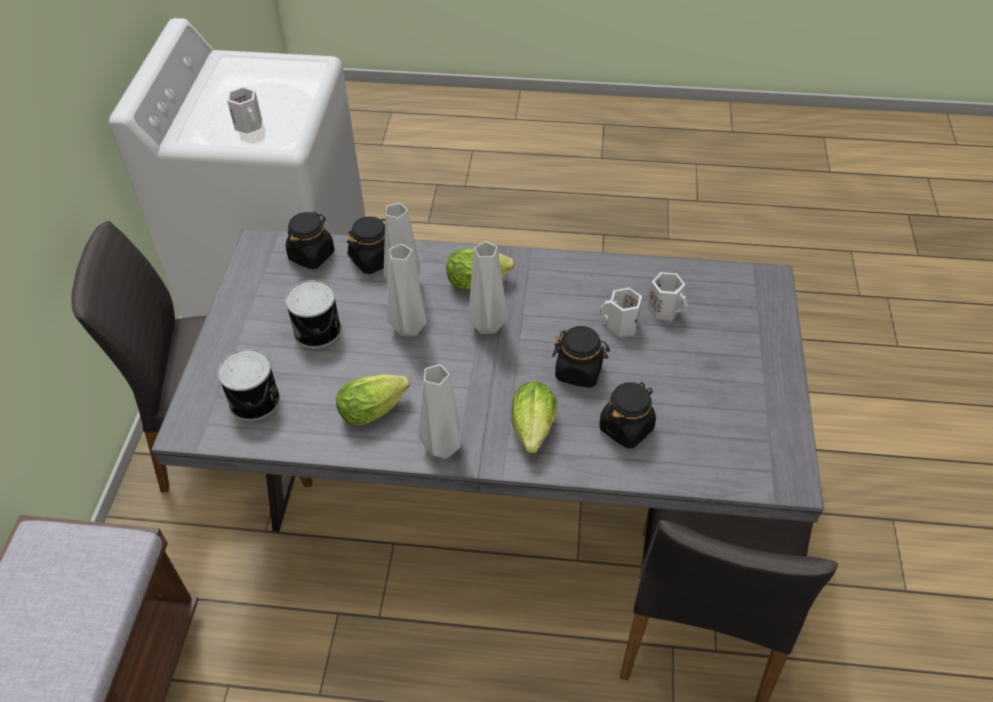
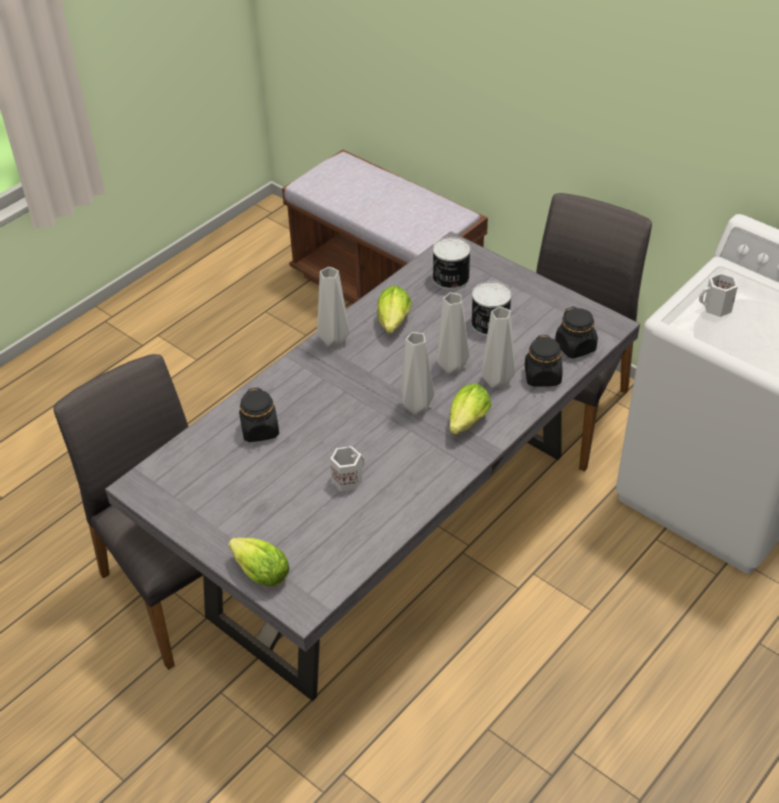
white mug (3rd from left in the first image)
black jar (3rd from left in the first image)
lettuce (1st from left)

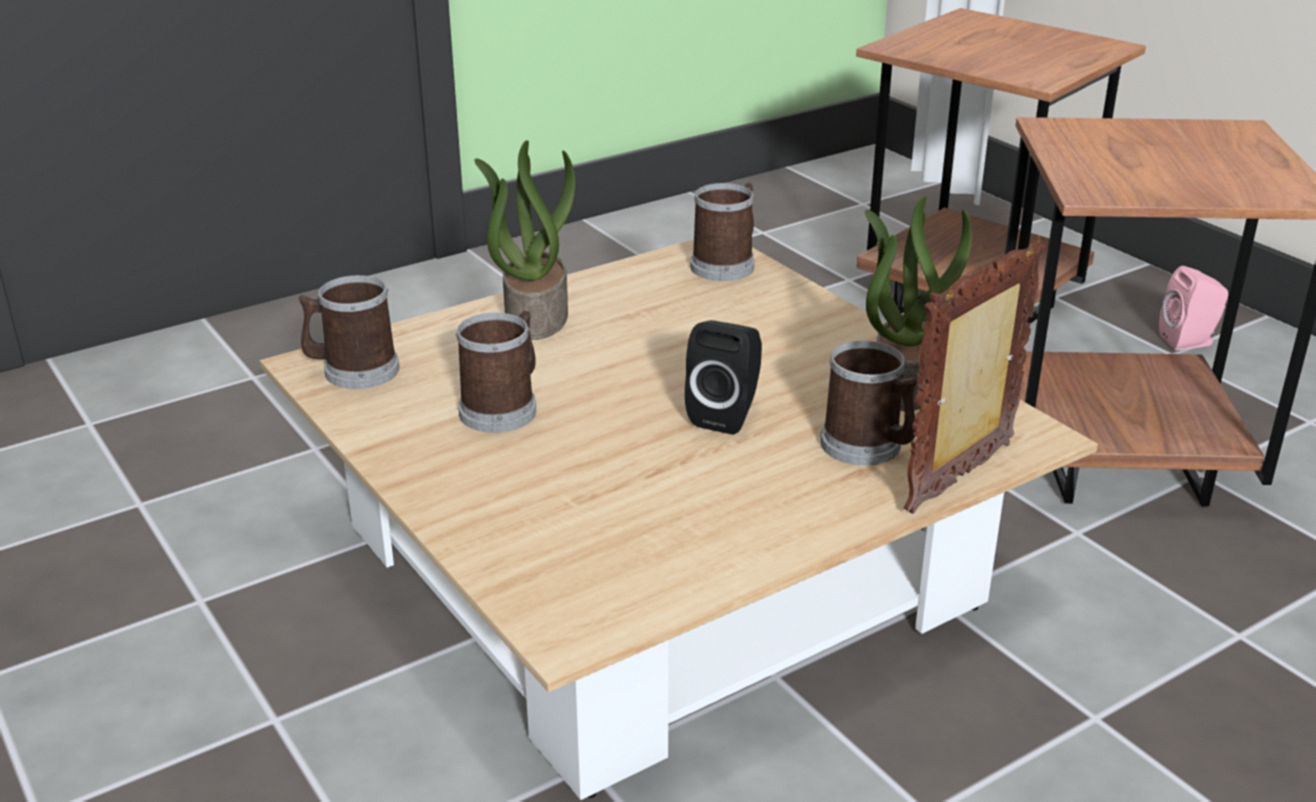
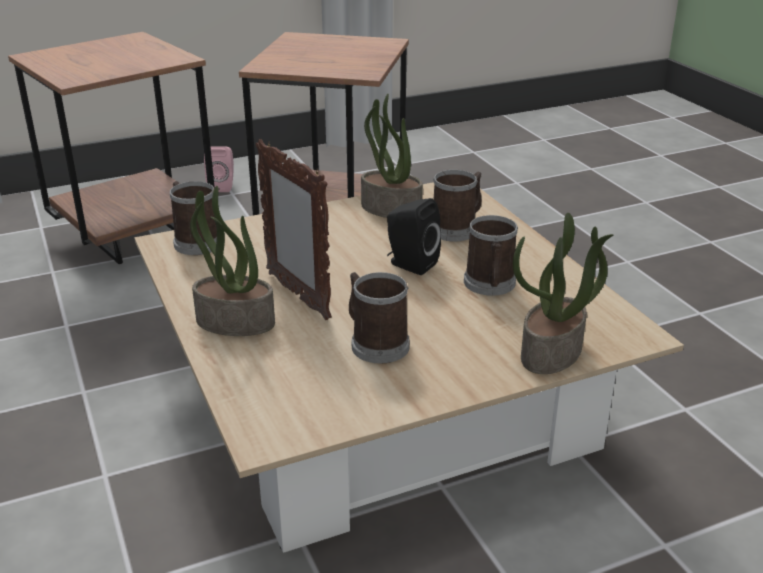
picture frame
mug (4th from left)
potted plant (3rd from left)

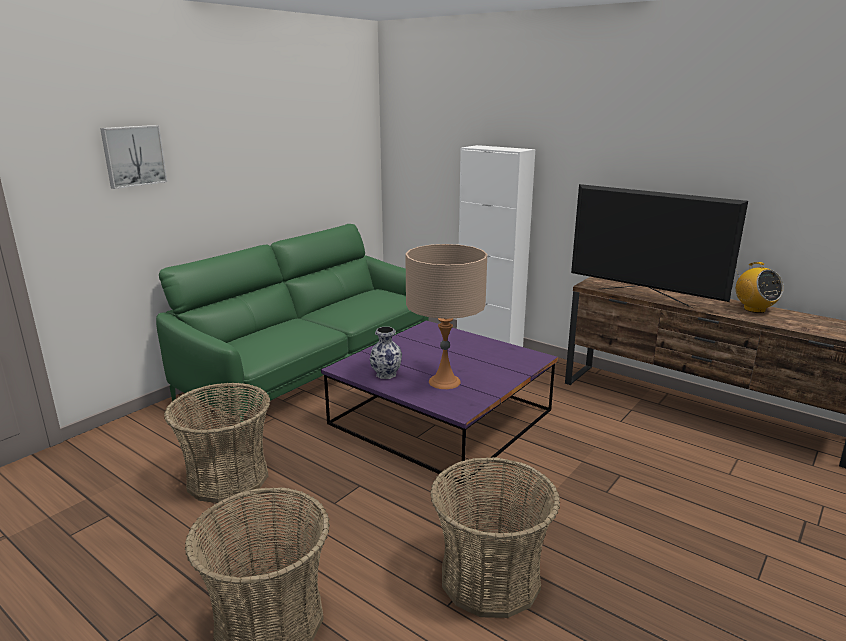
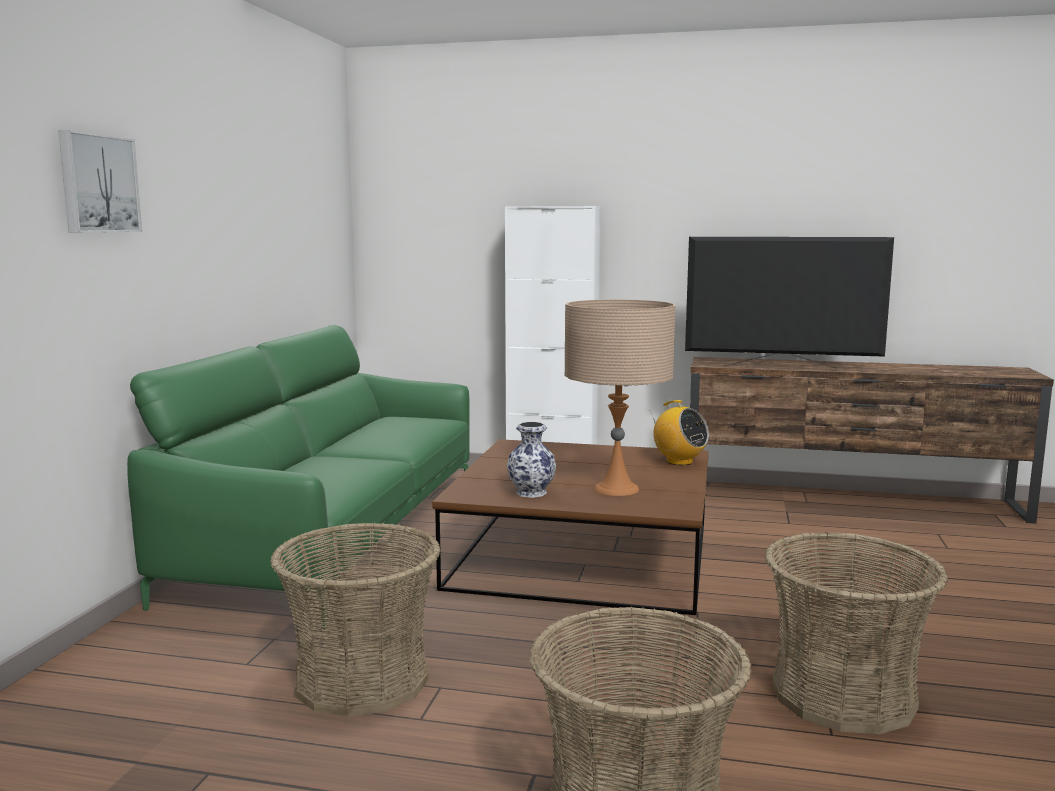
radio
brown coffee table

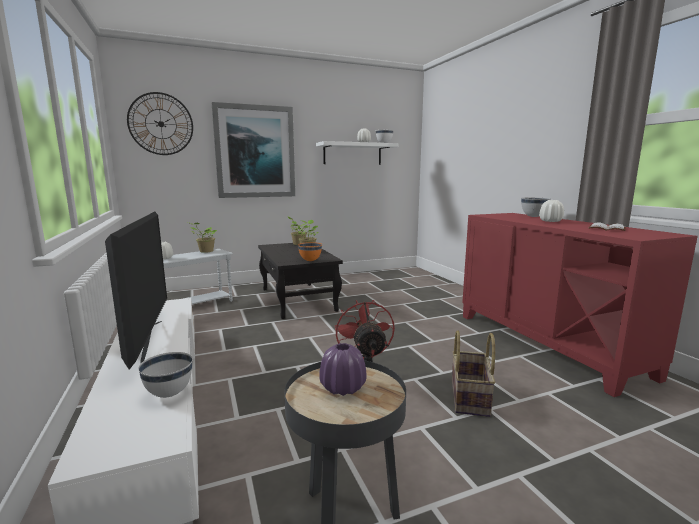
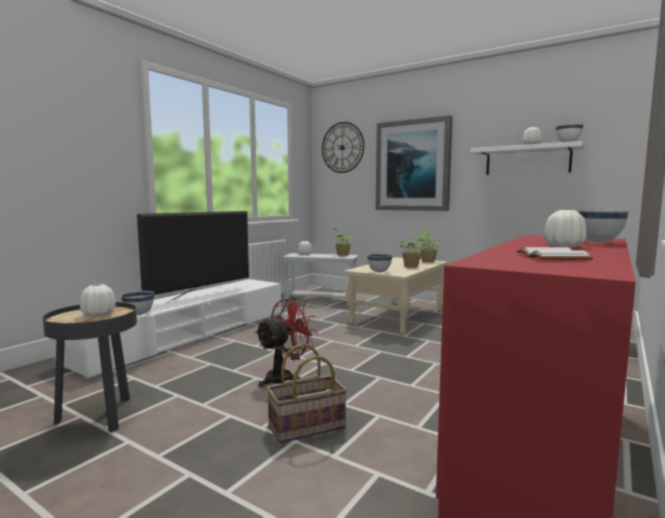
white bowl (2nd from left)
beige coffee table
white vase (1st from left)

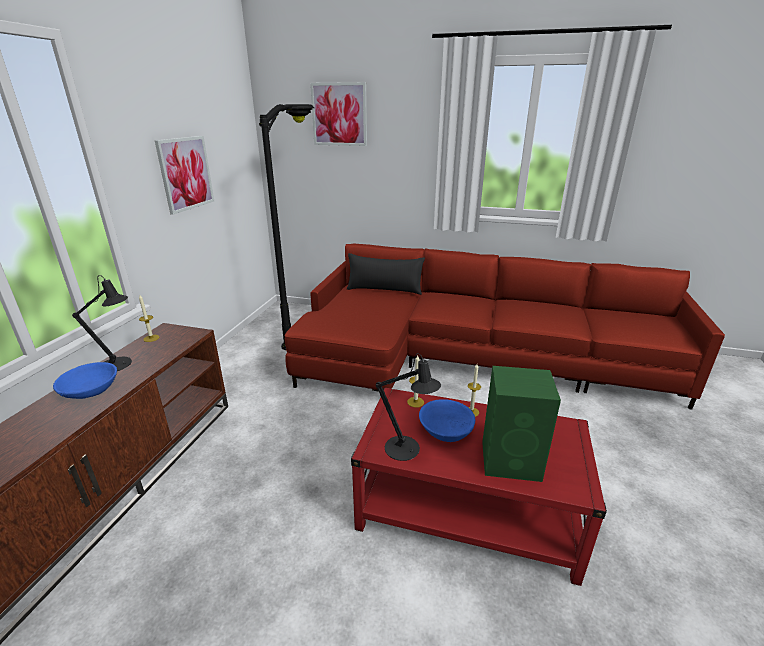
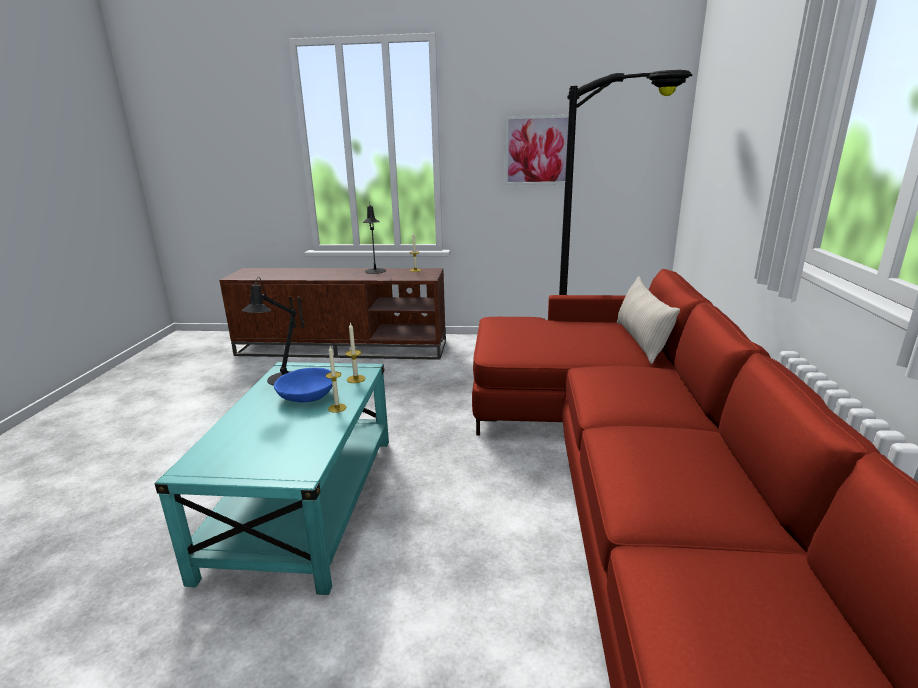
picture (2nd from left in the first image)
beige pillow
blue bowl (1st from left in the first image)
green speaker
turquoise coffee table

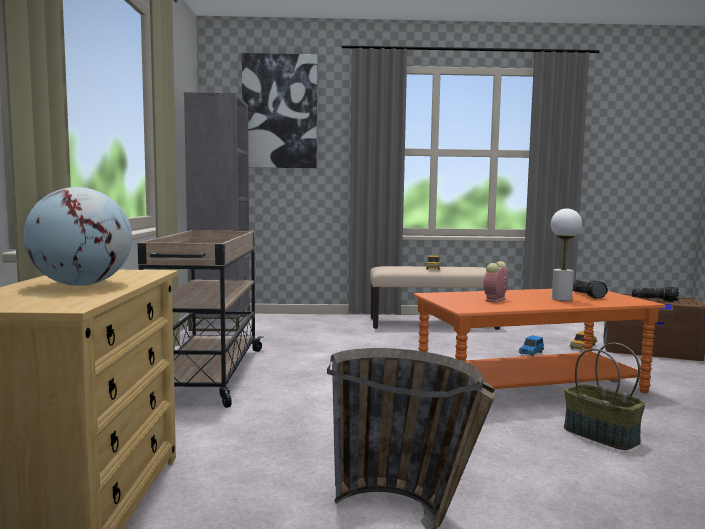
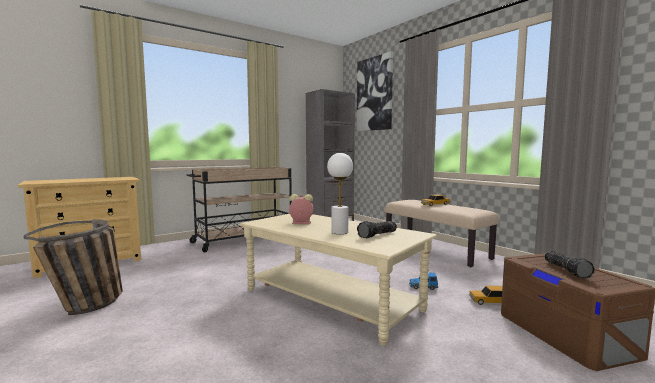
globe
beige coffee table
basket (2nd from left in the first image)

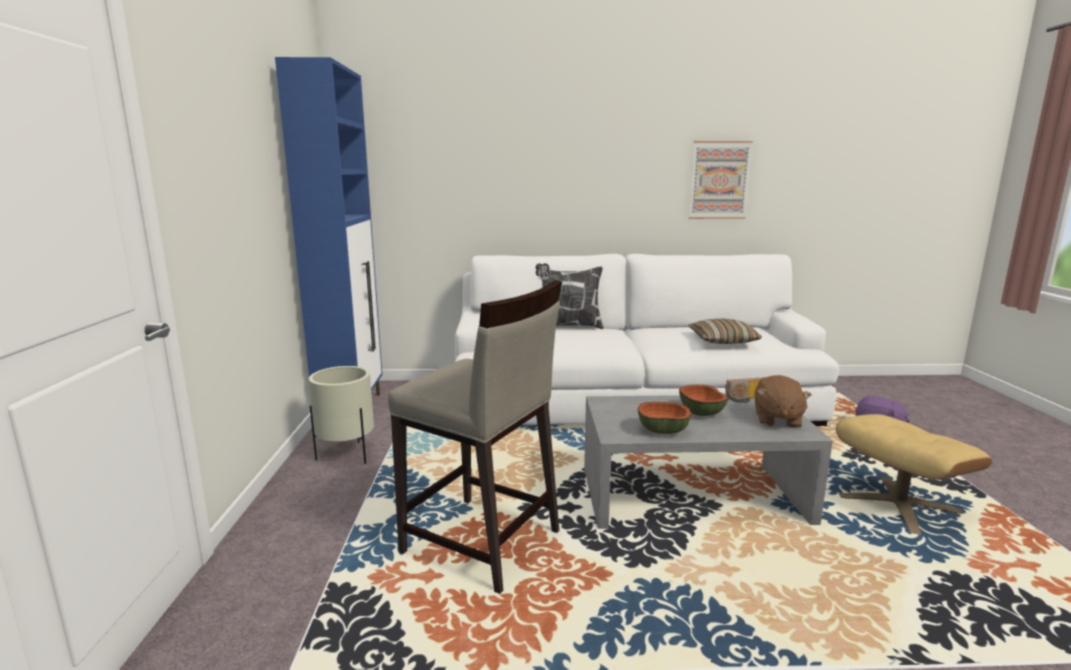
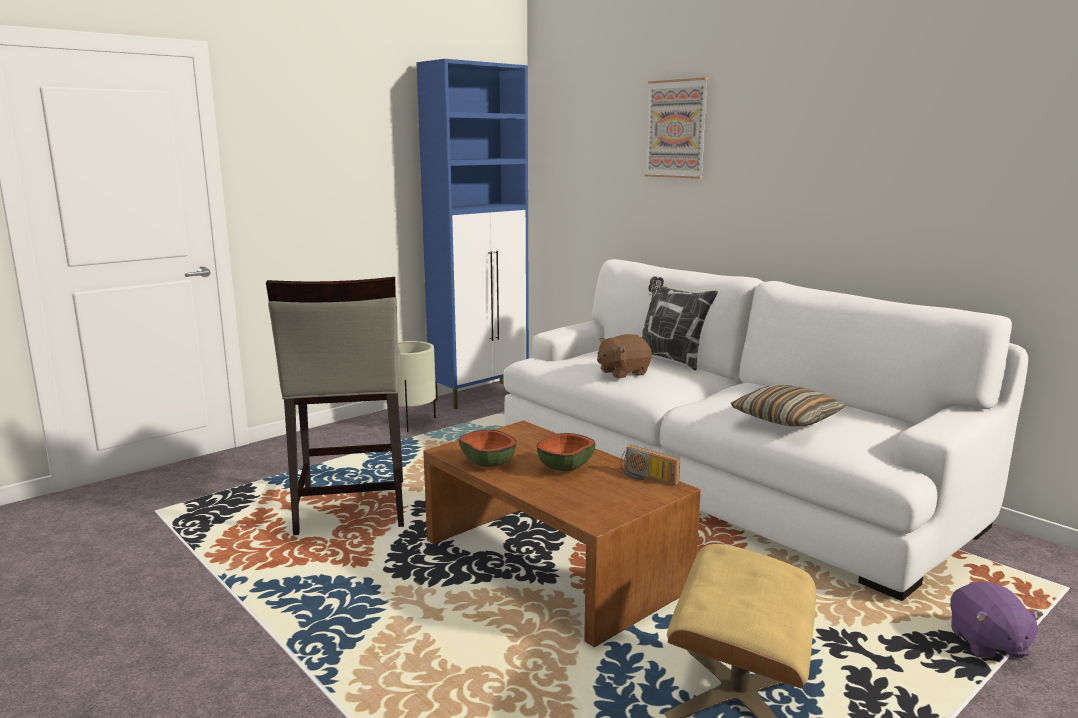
picture
brown plush toy
brown coffee table

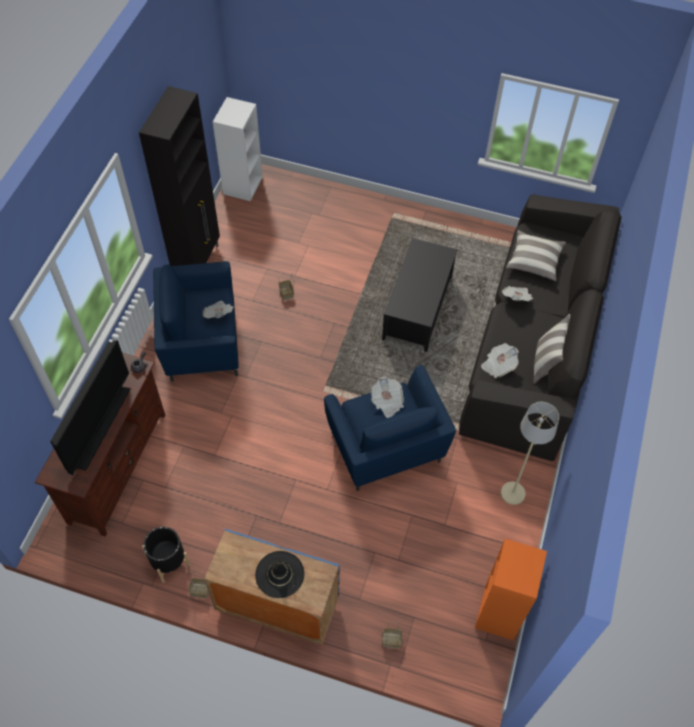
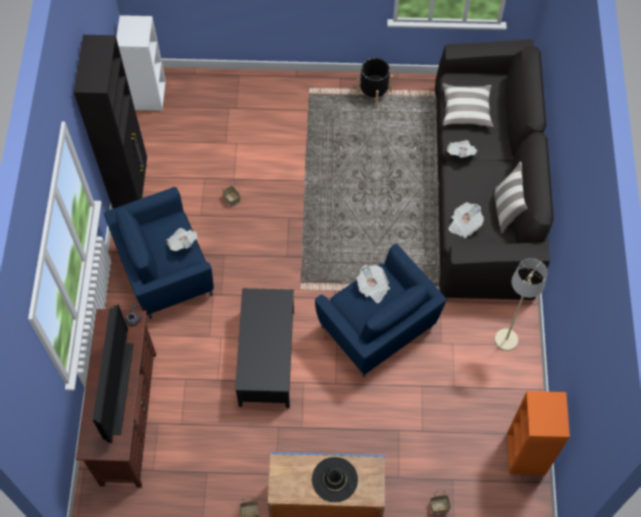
black coffee table
black planter

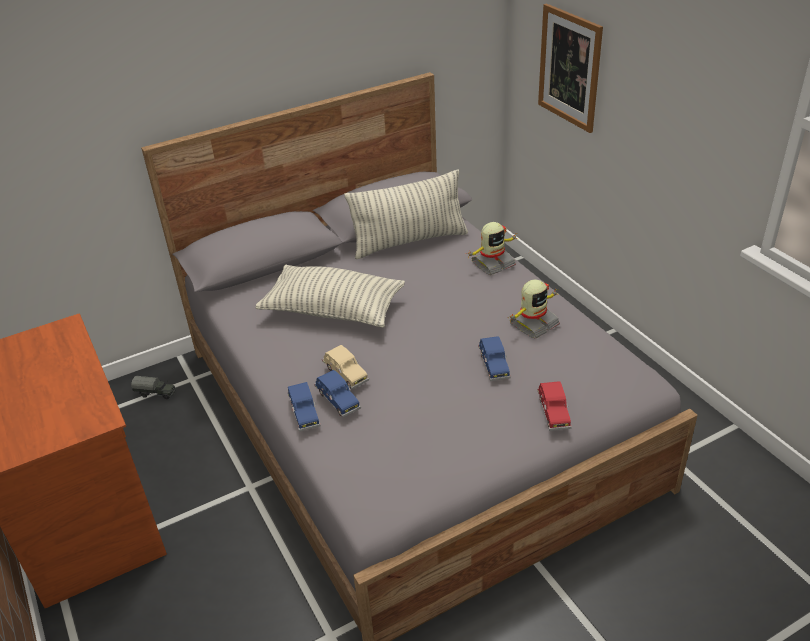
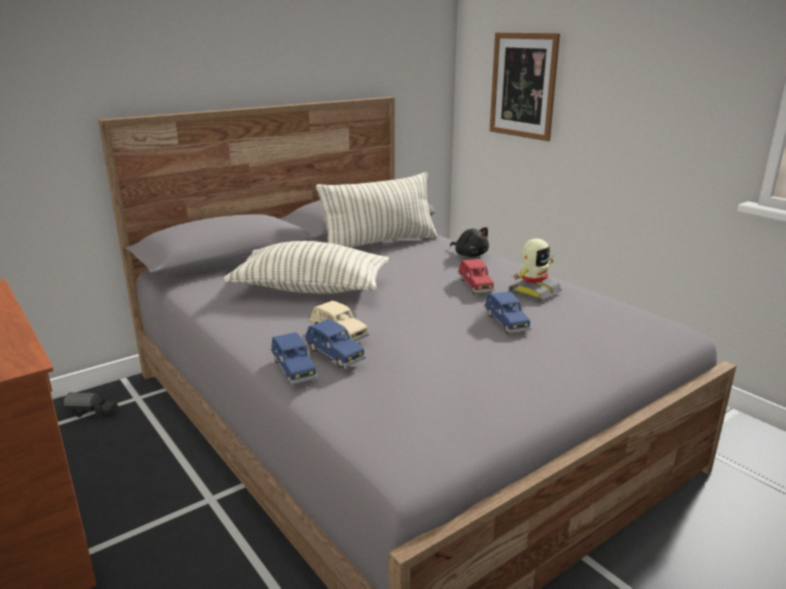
black plush toy
red toy car

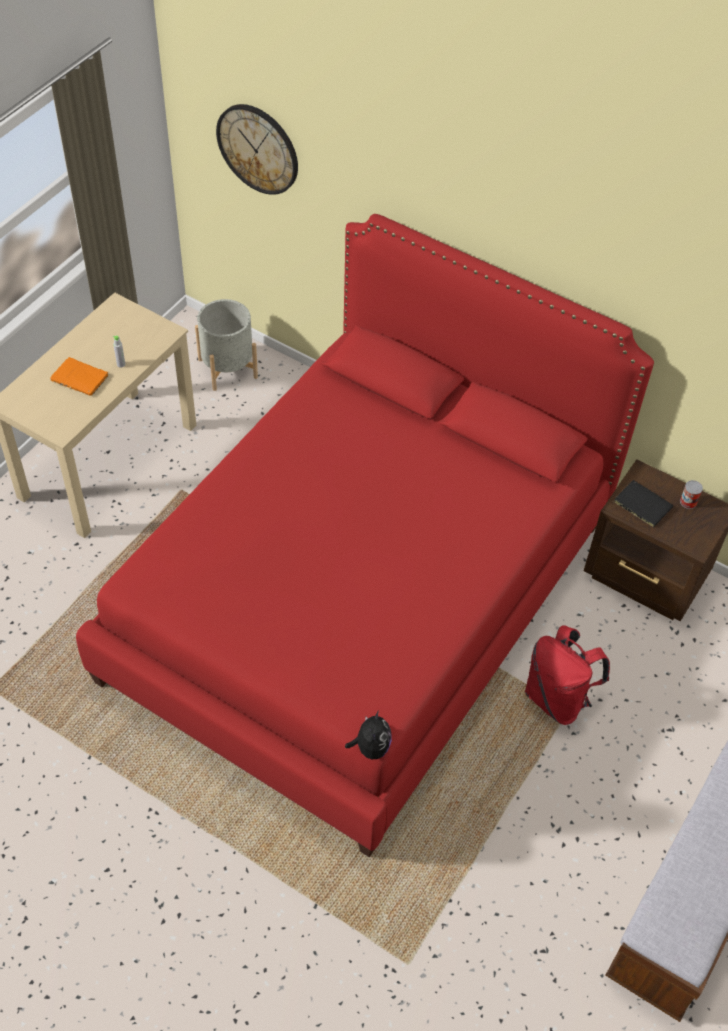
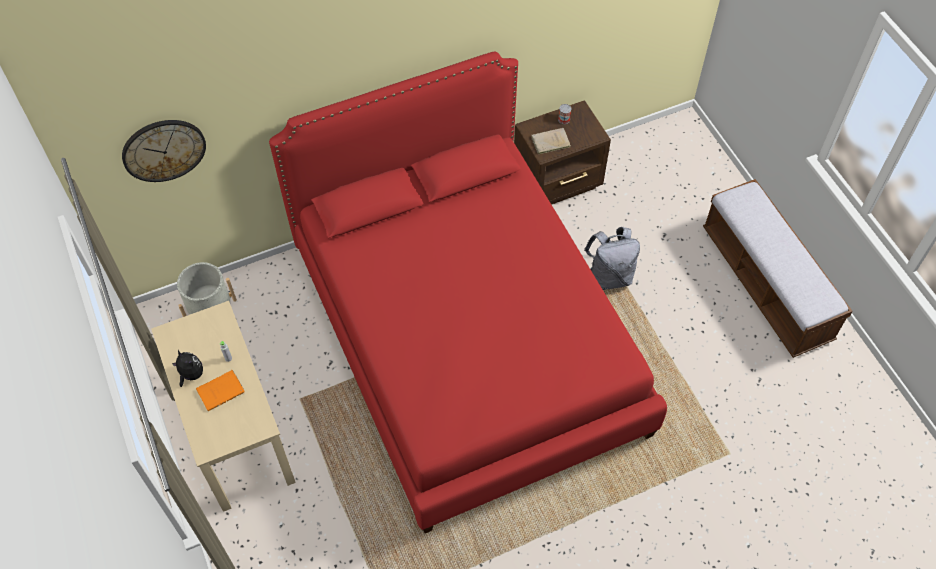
beige book
grey backpack
plush toy

